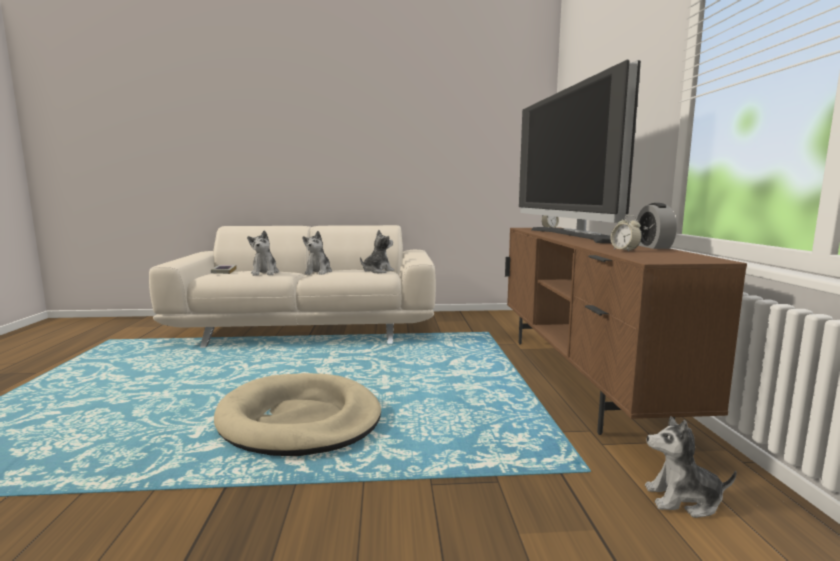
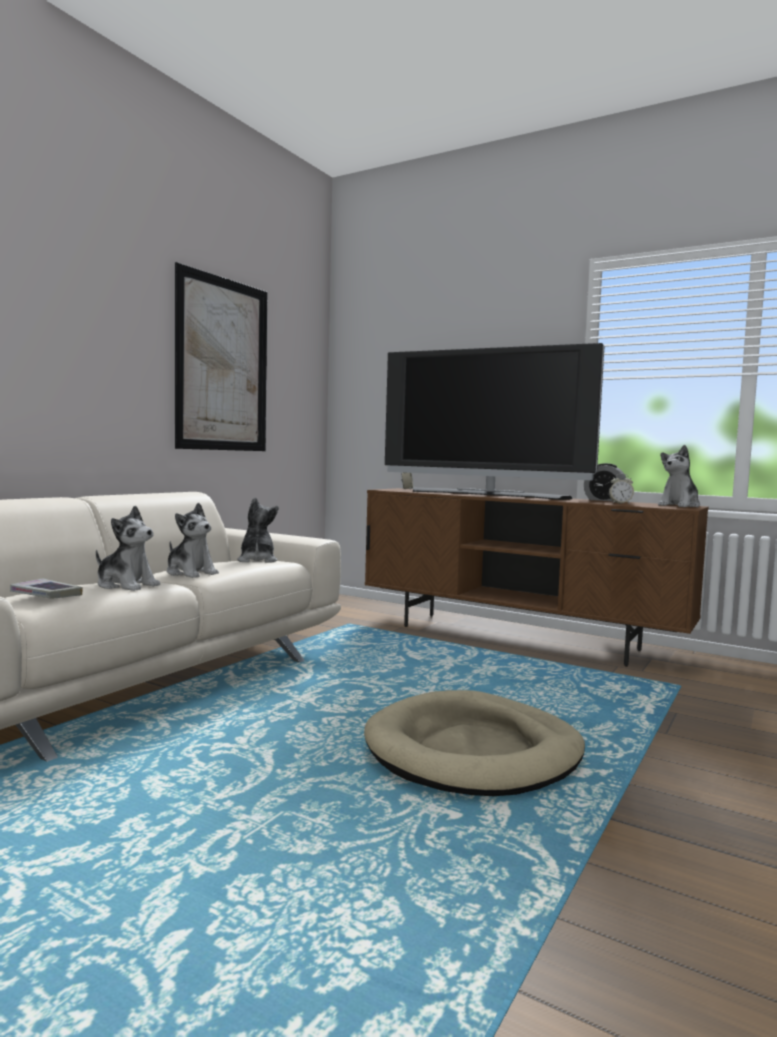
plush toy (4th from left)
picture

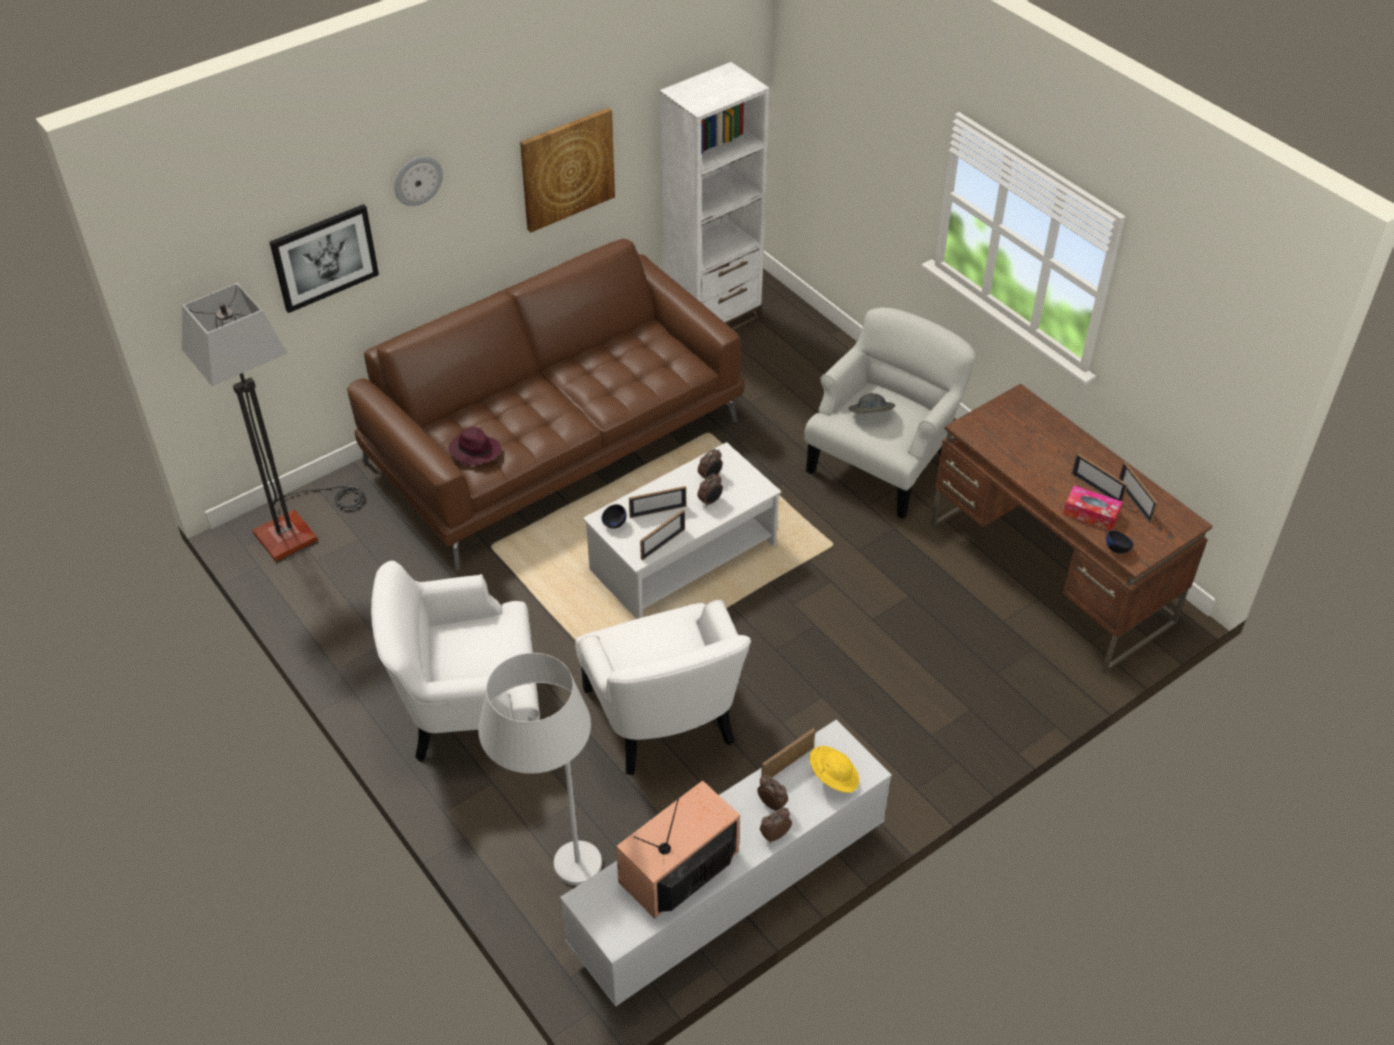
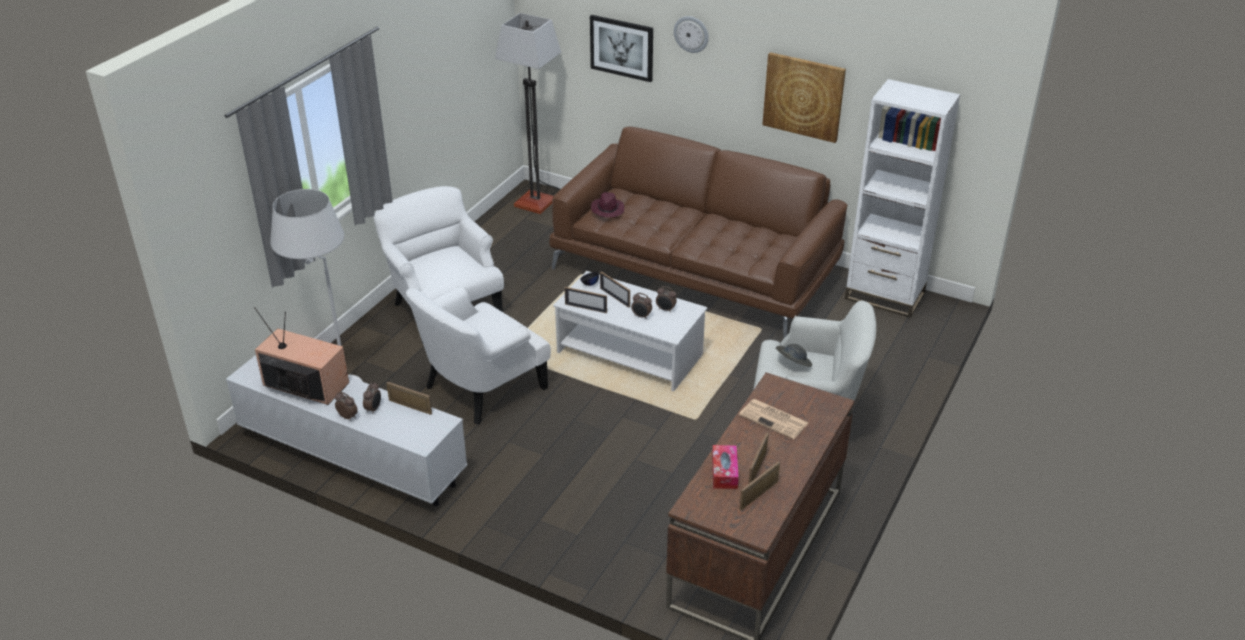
black bowl (2nd from left in the first image)
yellow hat
newspaper

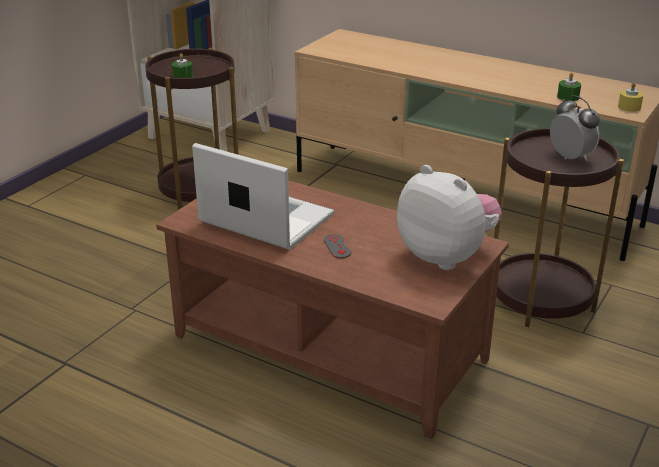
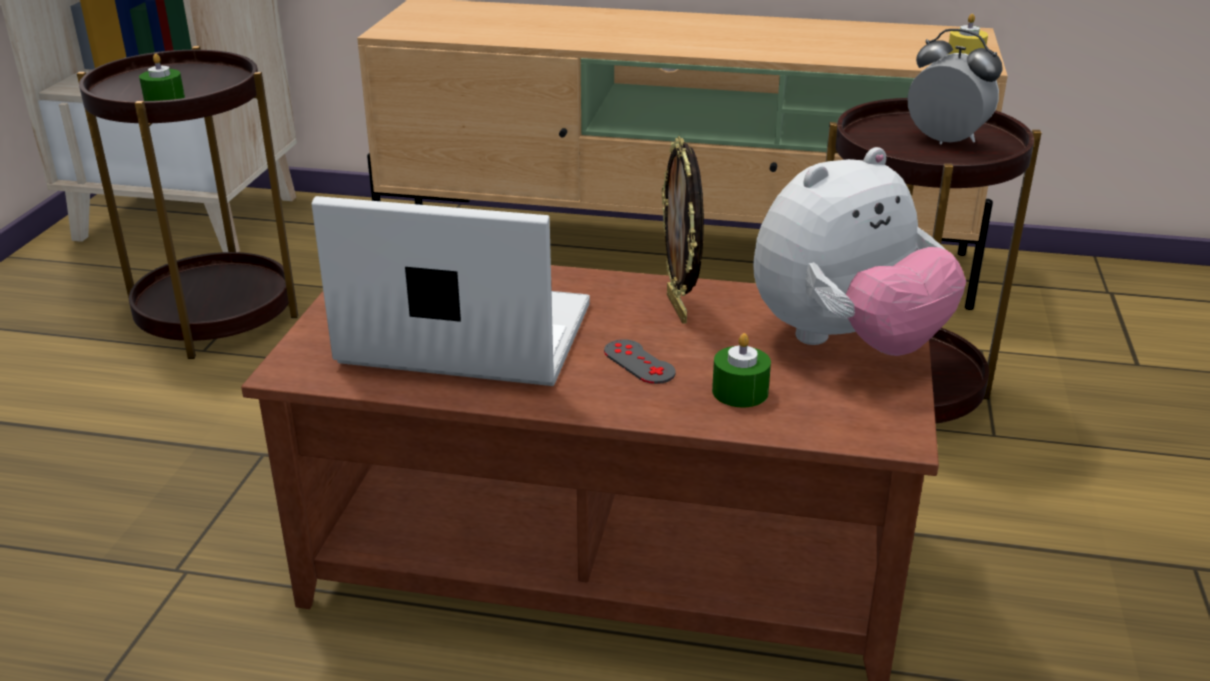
green candle (2nd from left)
plush toy
picture frame

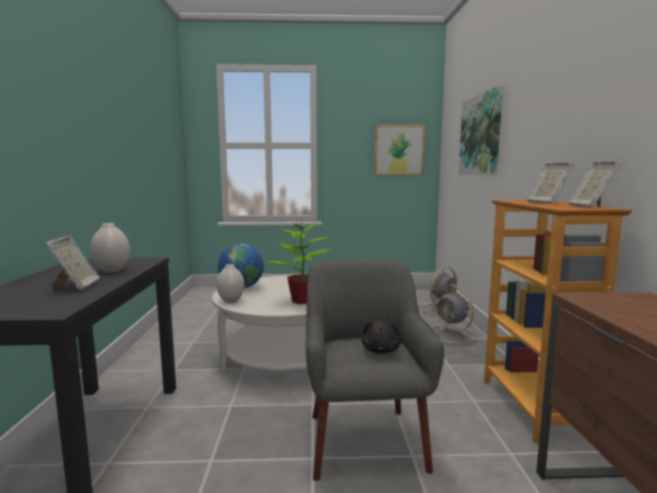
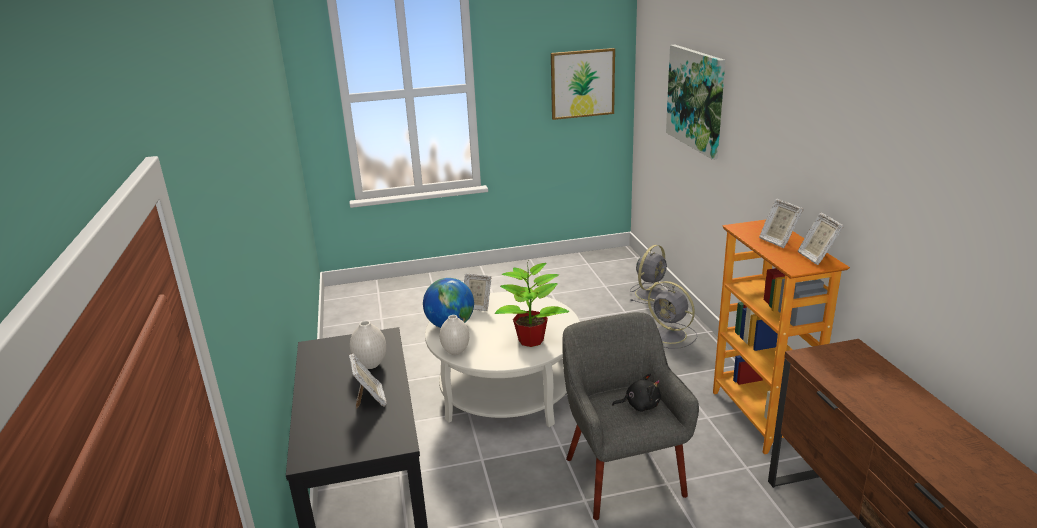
black plush toy
picture frame (2nd from left)

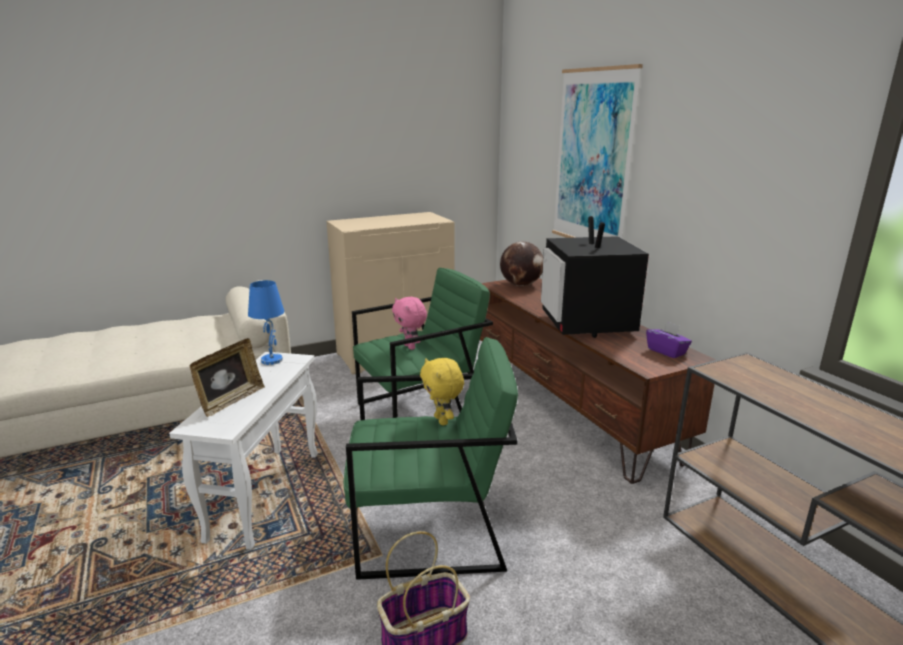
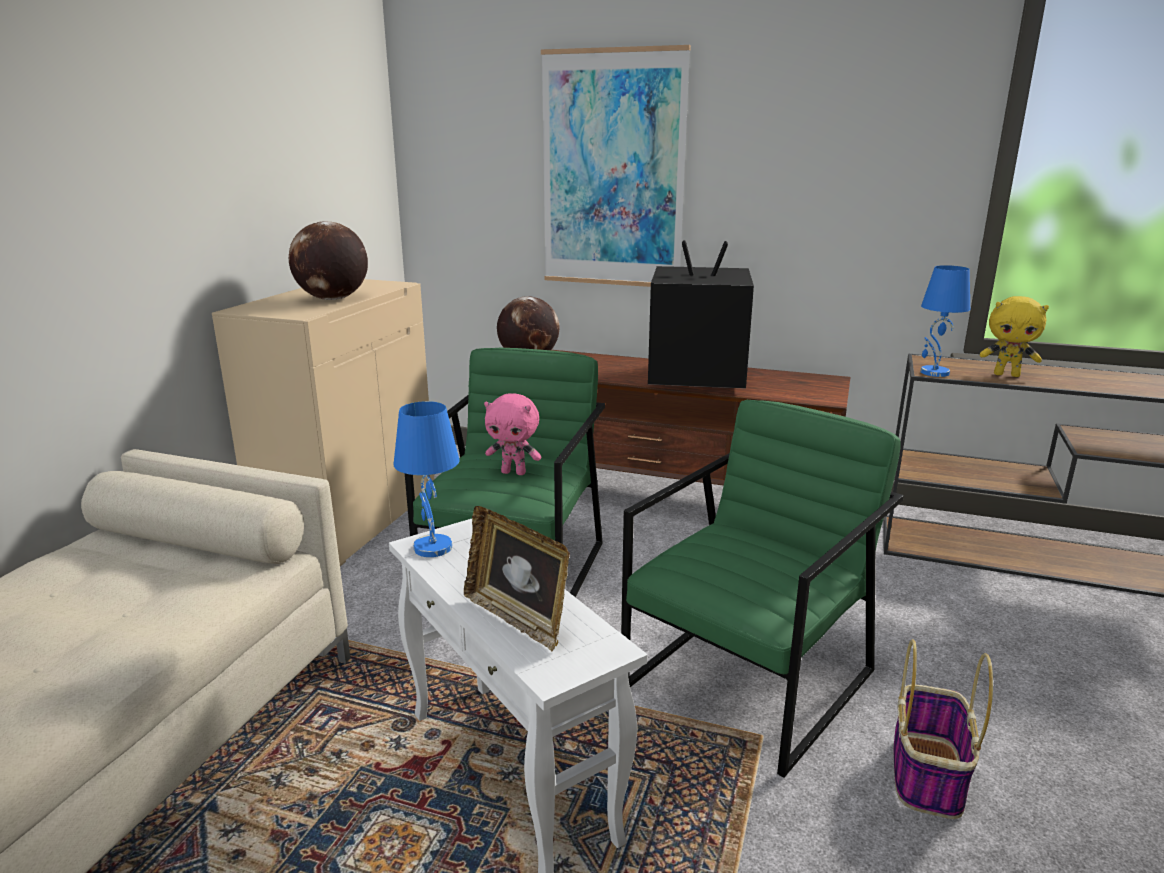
television
purple tissue box
picture frame
yellow plush toy
globe (1st from left)
blue table lamp (2nd from left)

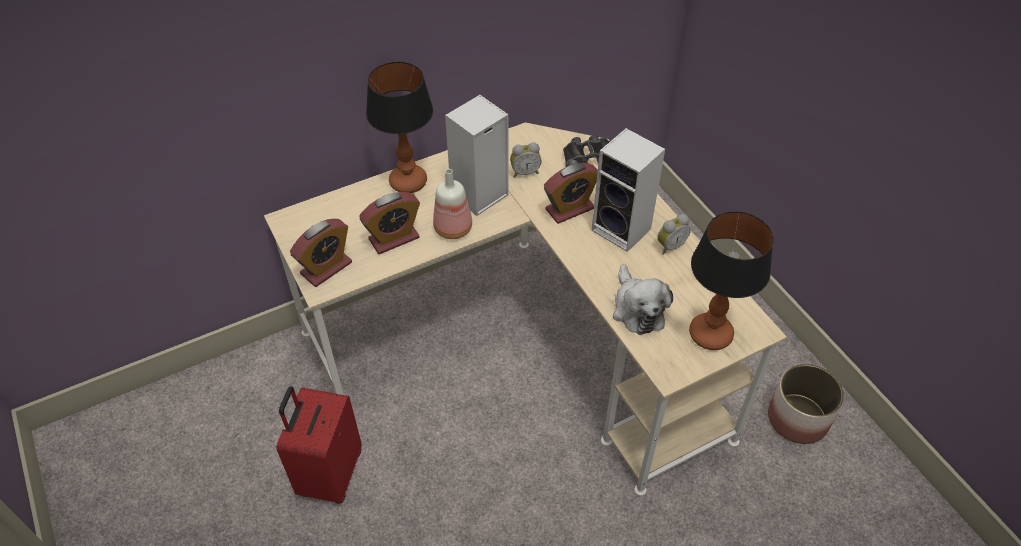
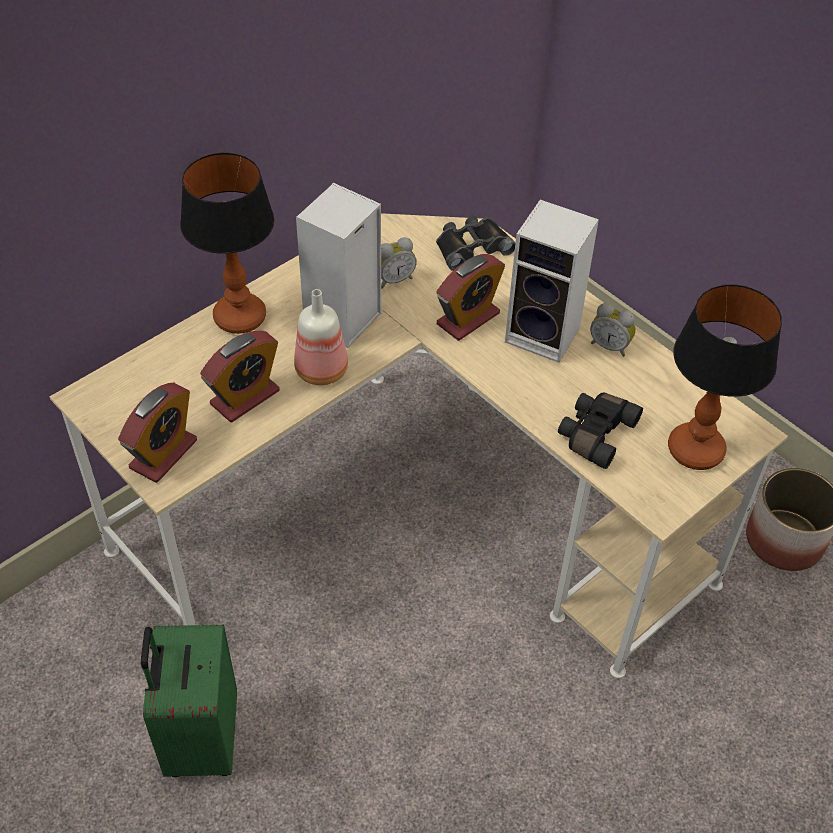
alarm clock (5th from left)
black binoculars (2nd from left)
green suitcase

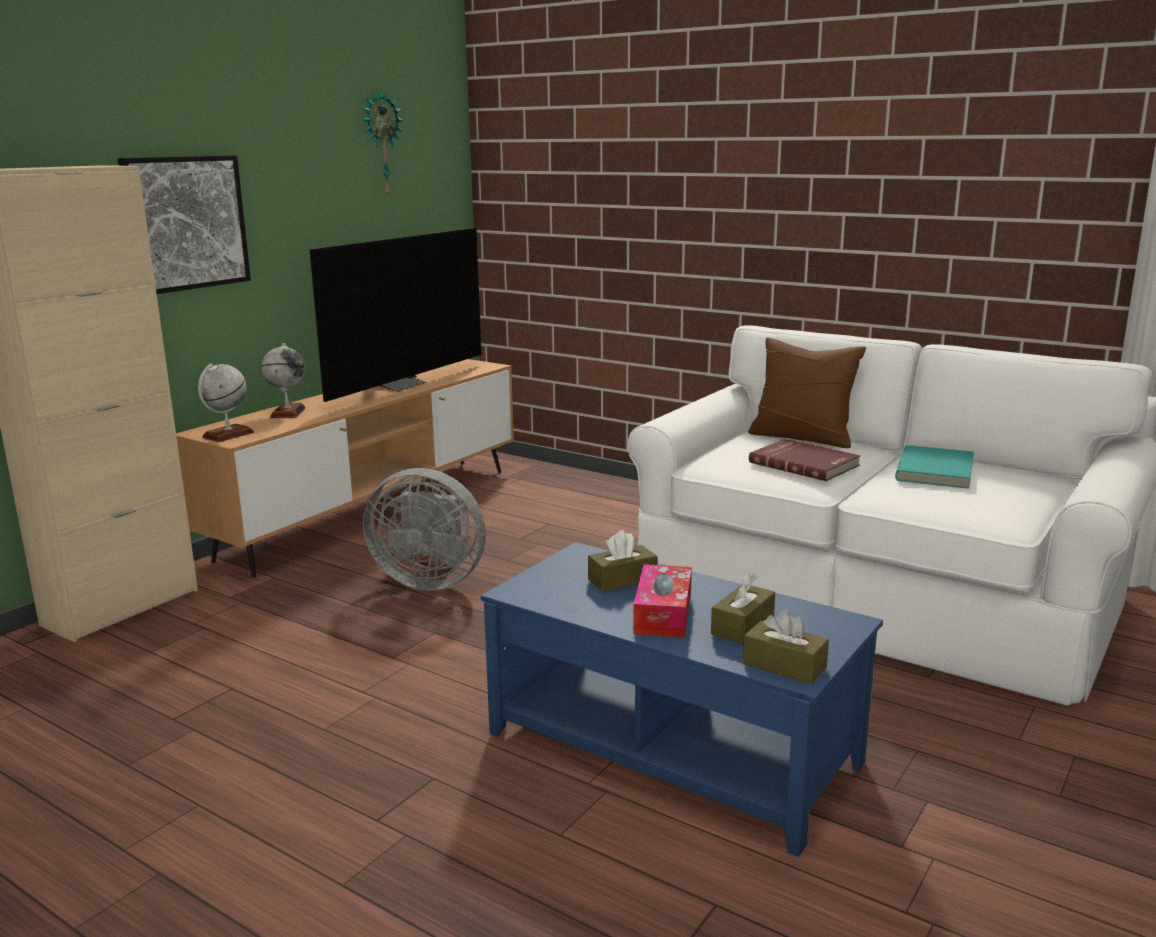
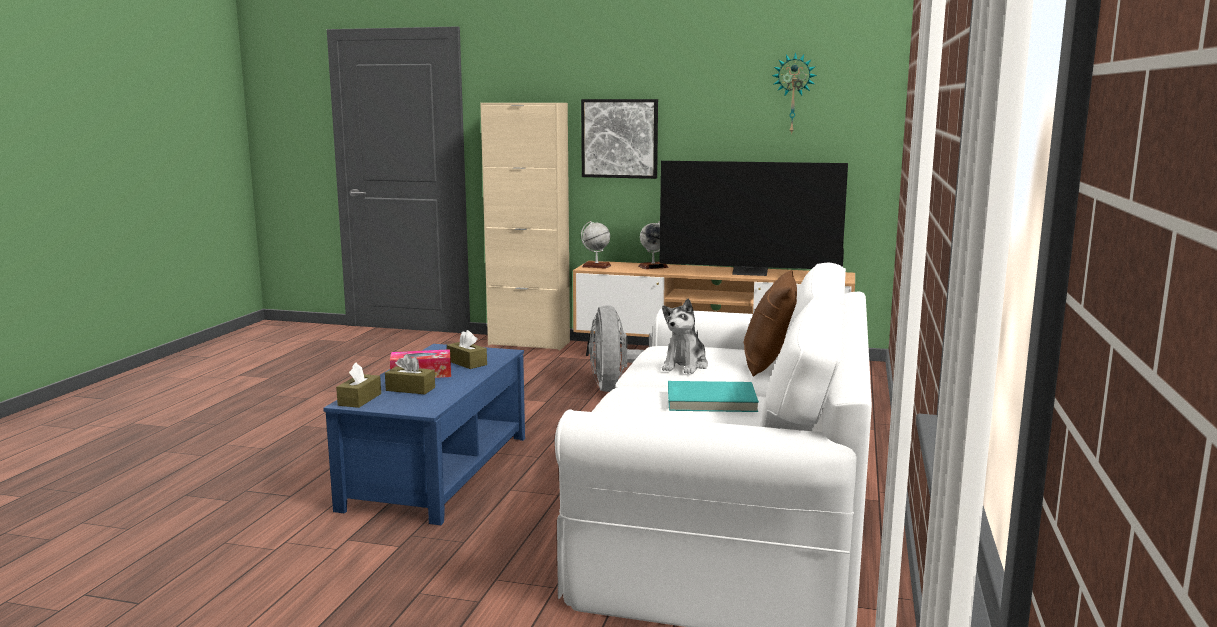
plush toy

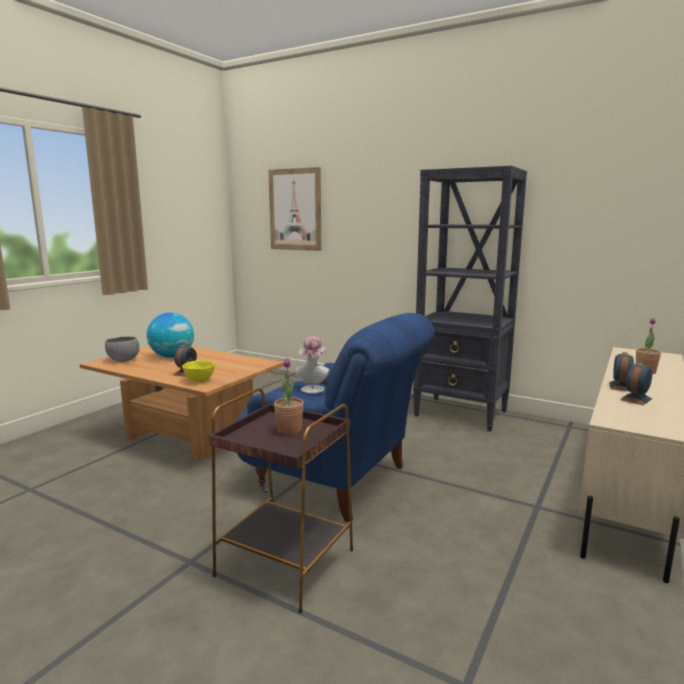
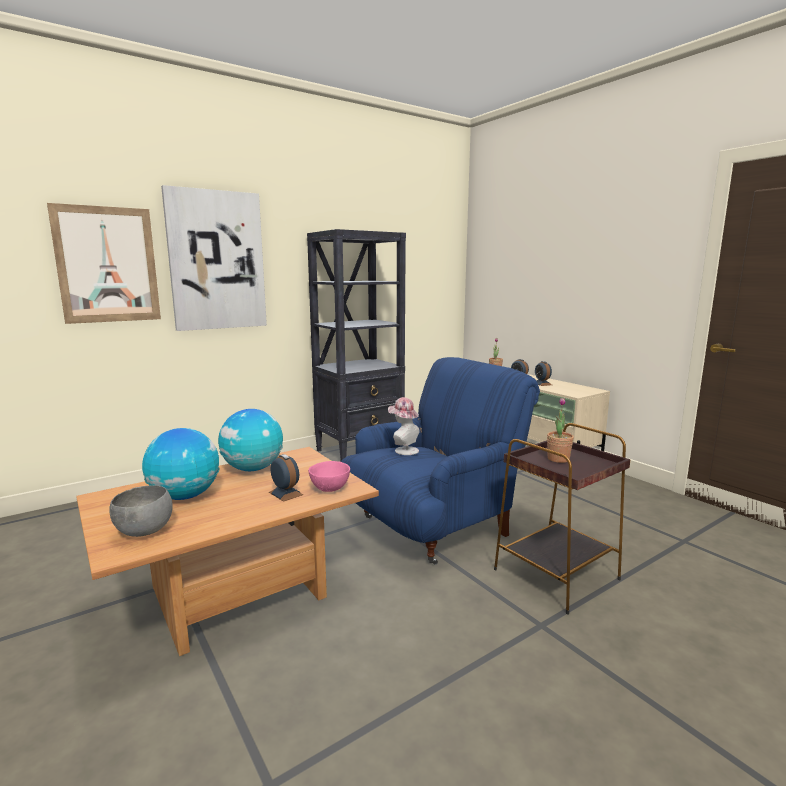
pink bowl
picture (2nd from left)
globe (2nd from left)

